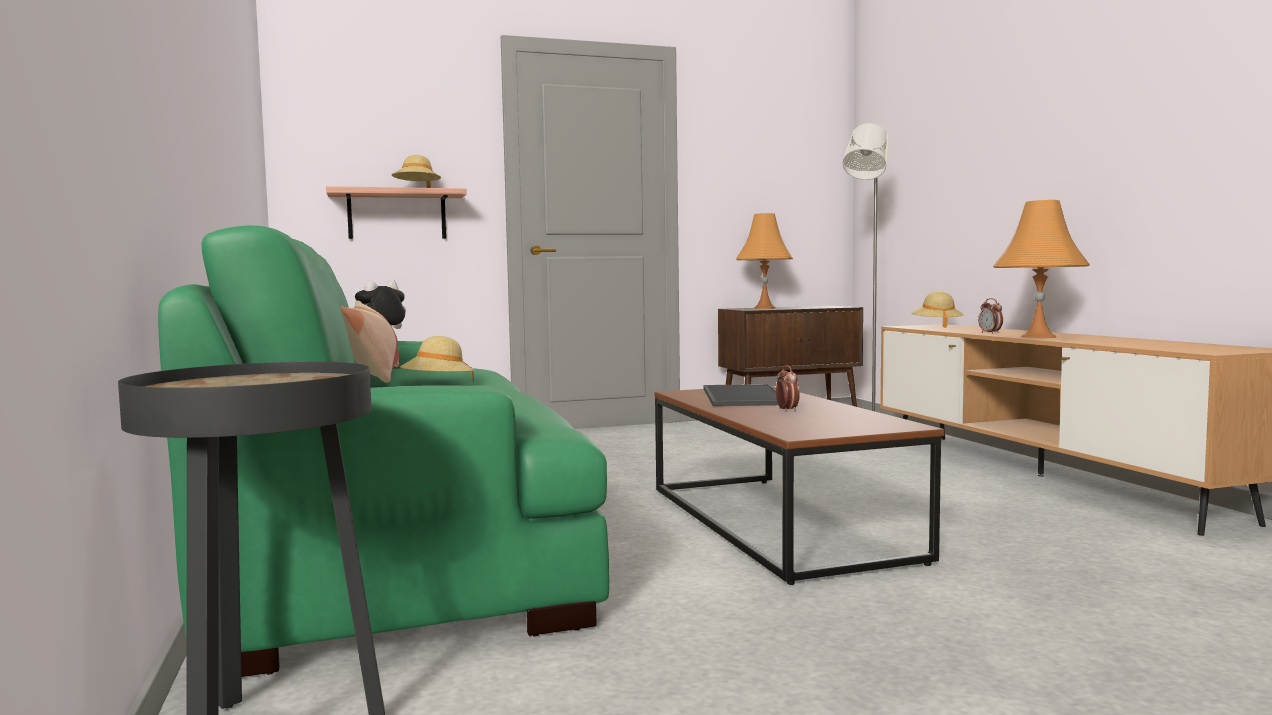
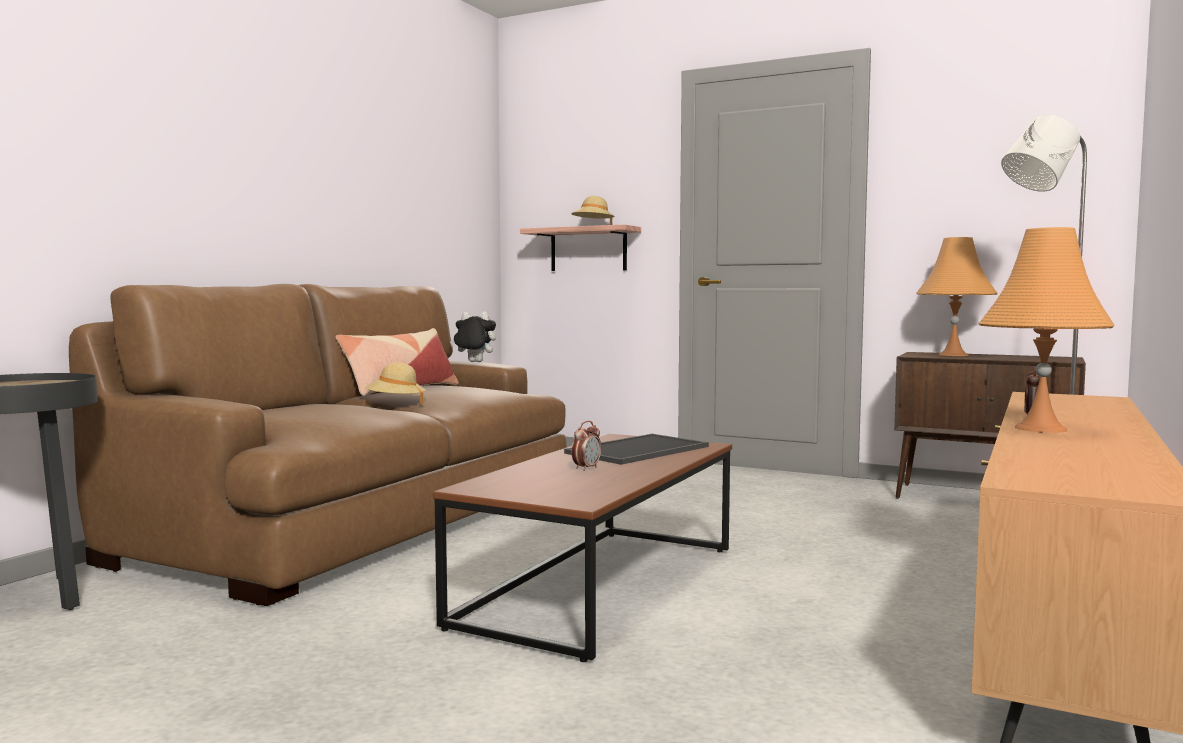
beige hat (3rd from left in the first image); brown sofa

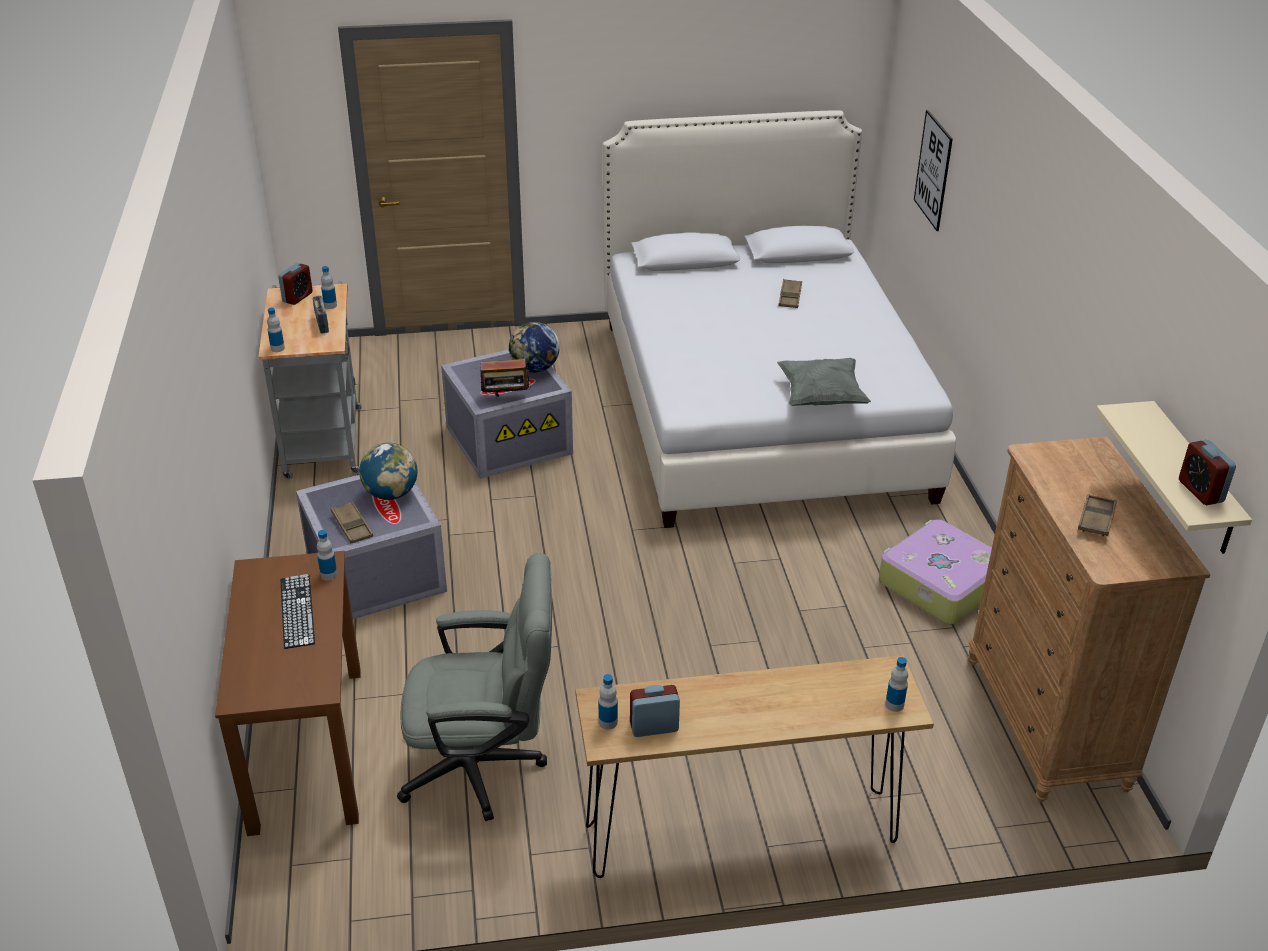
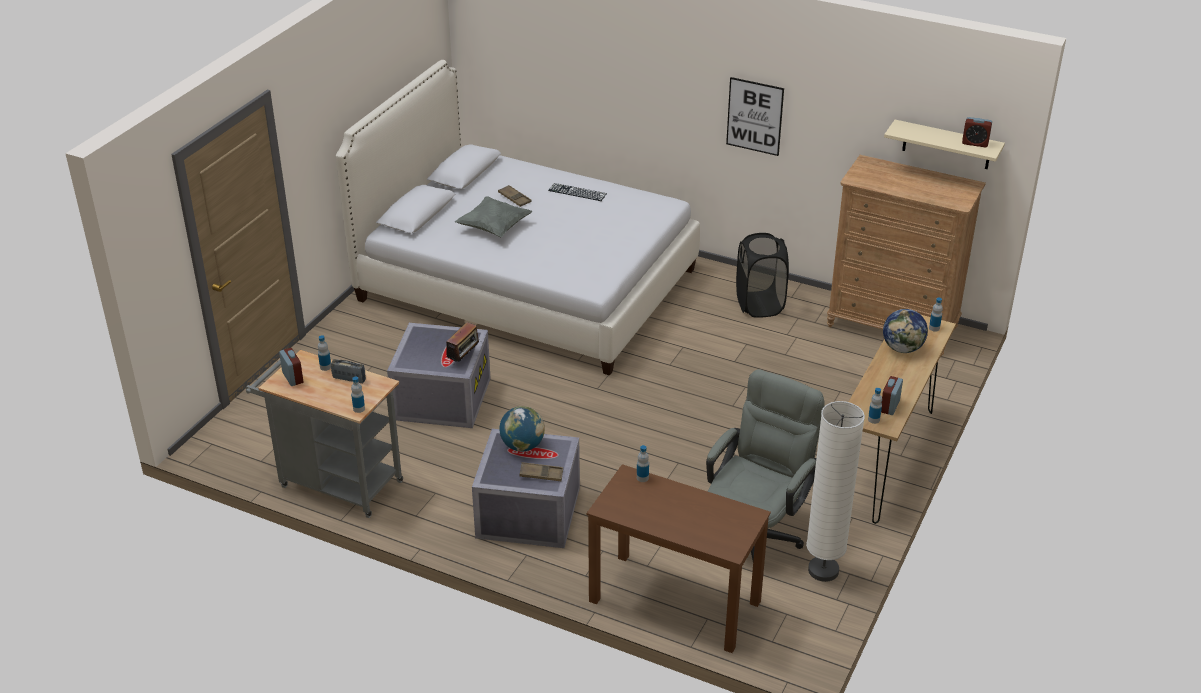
brown tray (3rd from left in the first image); whitish floor lamp; computer keyboard; globe (2nd from left); grey cushion; wall picture; black-coloured washing basket

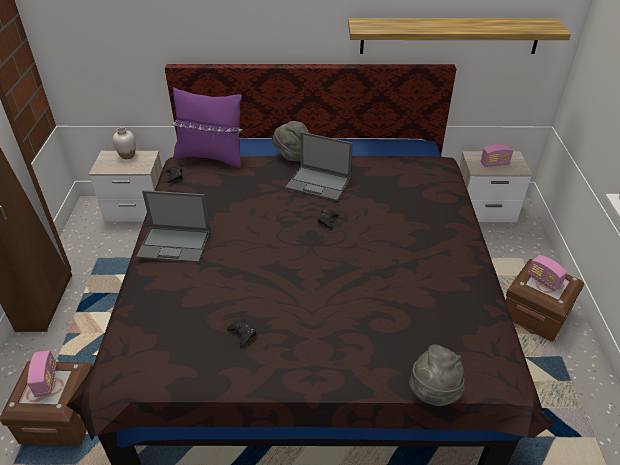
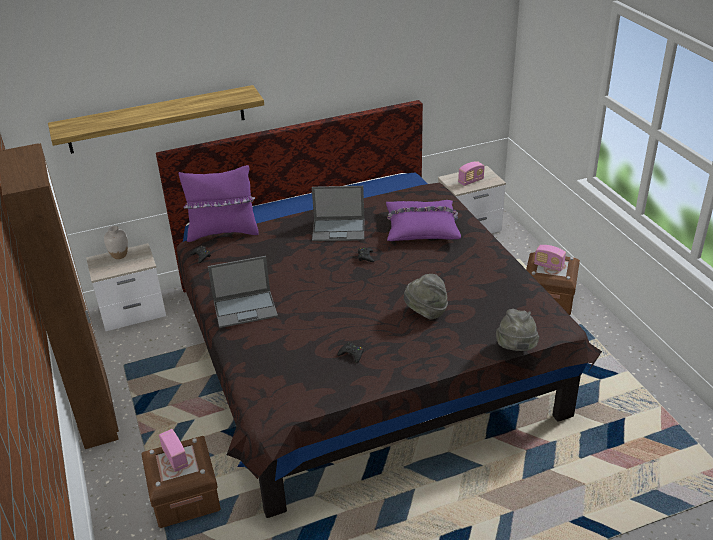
purplish cushion (2nd from left); grey hat (1st from left); wall shelf

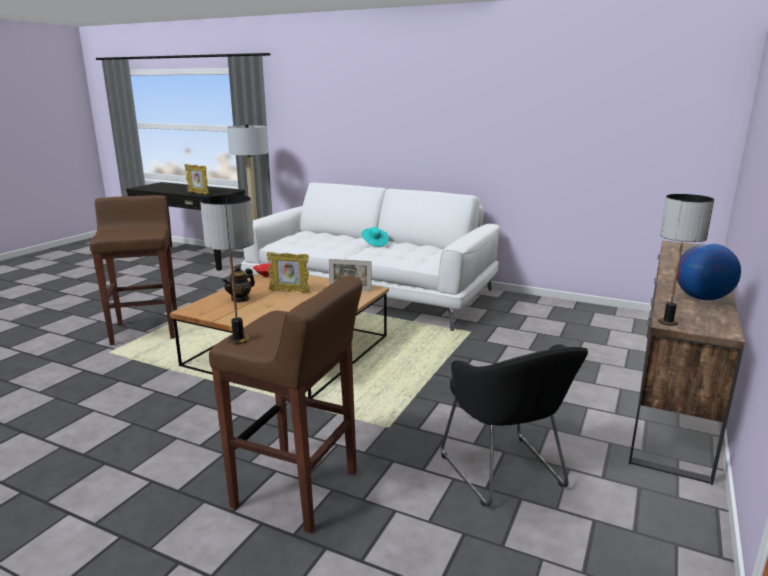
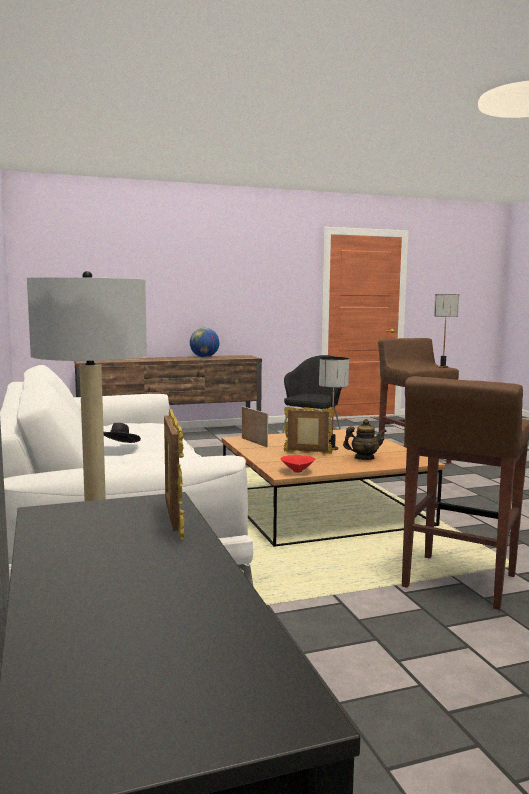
lamp for a table (1st from left); black-coloured hat; photo frame (3rd from left)

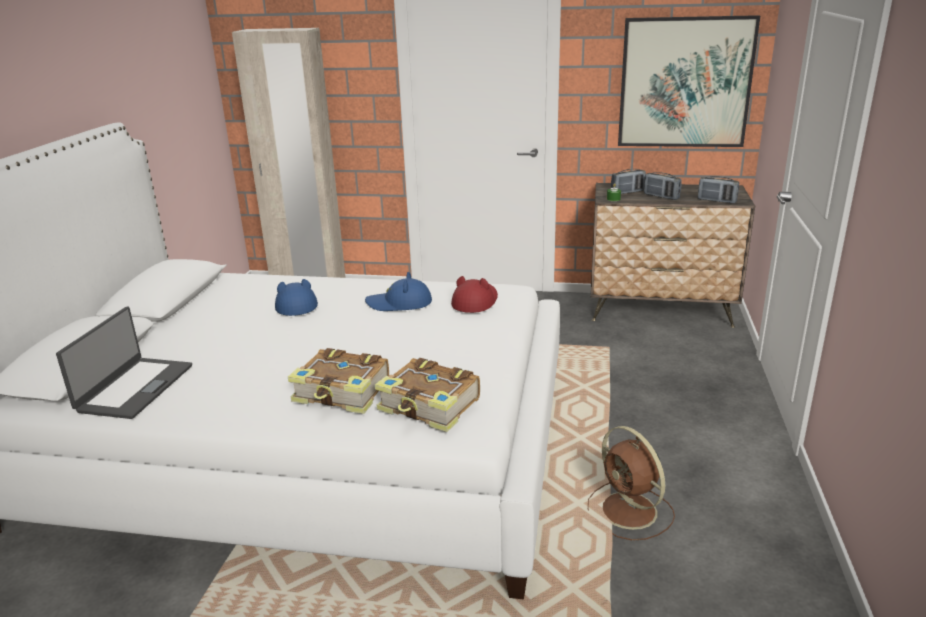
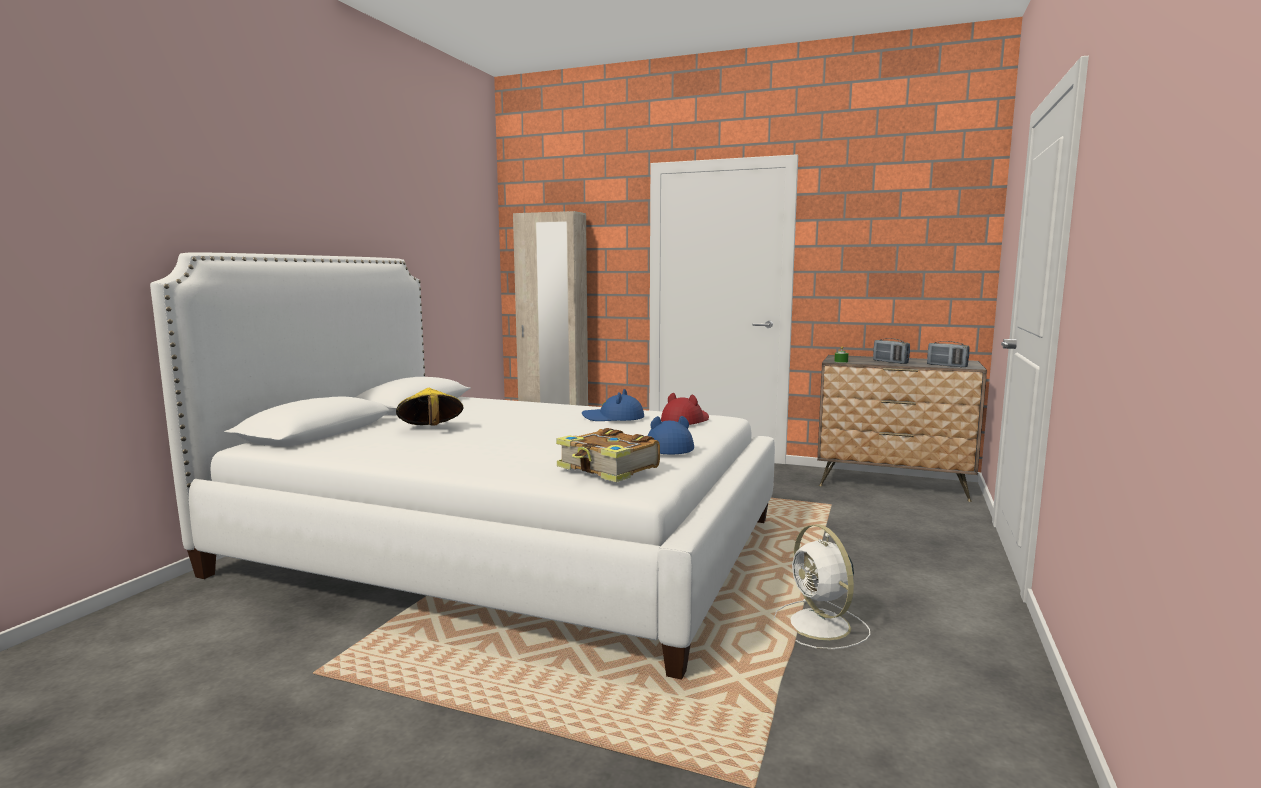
laptop; book (1st from left in the first image); radio receiver (1st from left in the first image); wall picture; yellow hat; blue-coloured hat (2nd from left); whitish electric fan

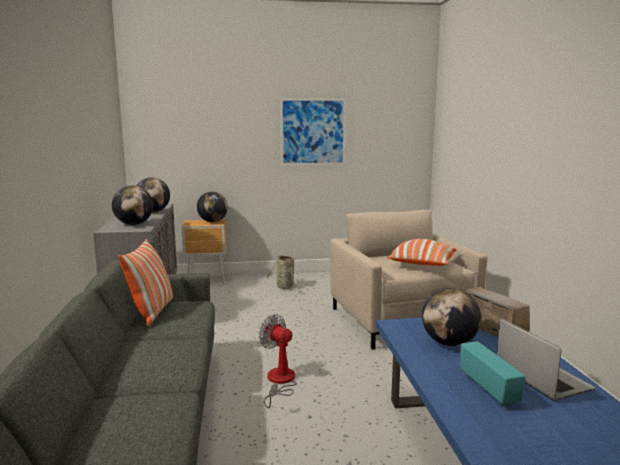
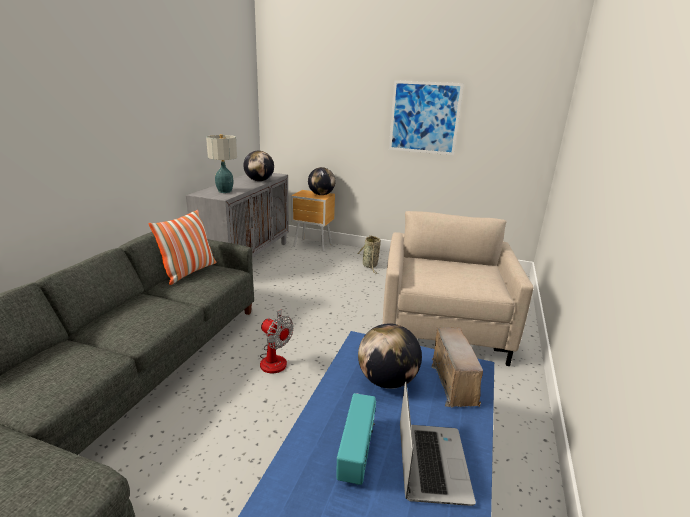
cushion (2nd from left in the first image); lamp for a table; electric fan

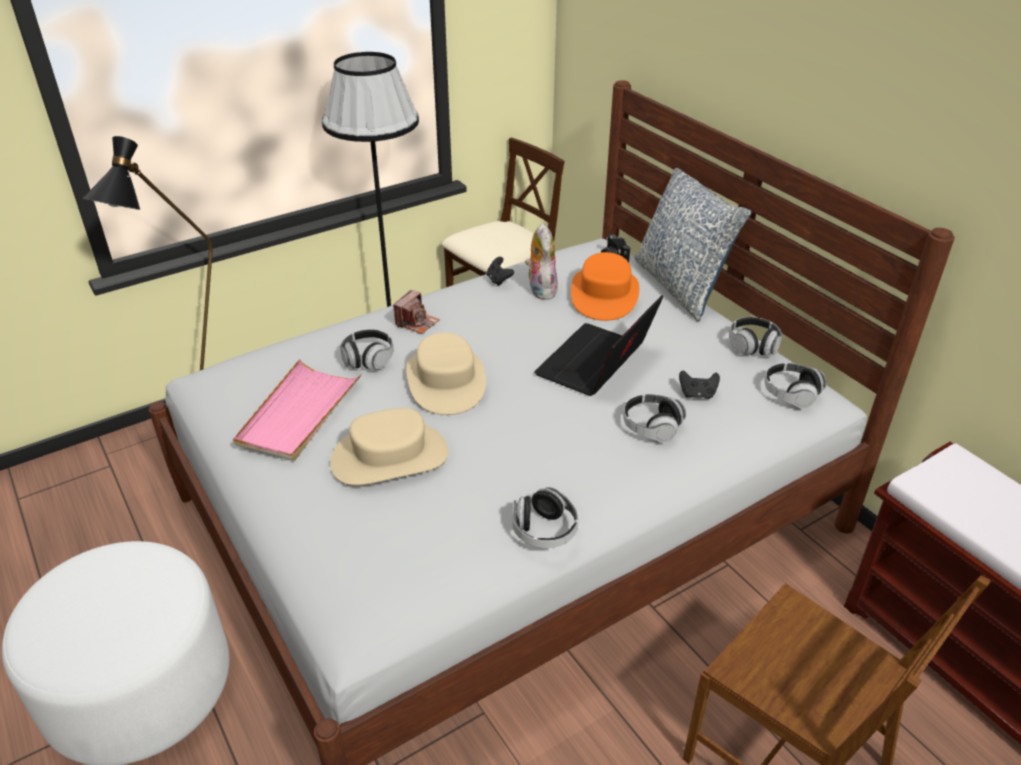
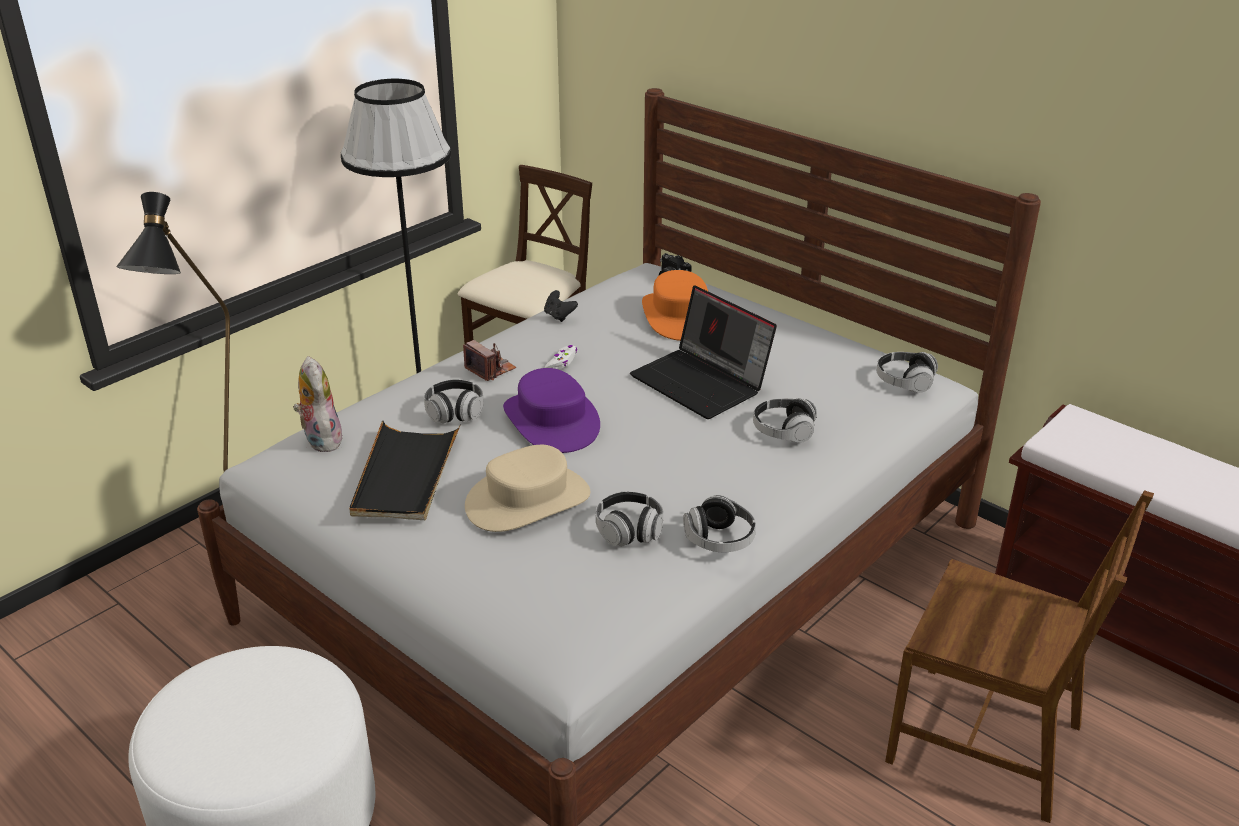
cushion; black-coloured game controller (2nd from left in the first image); whitish game controller; cuddly toy; headset (2nd from left); black-coloured tray; purplish hat; still camera (1st from left); laptop

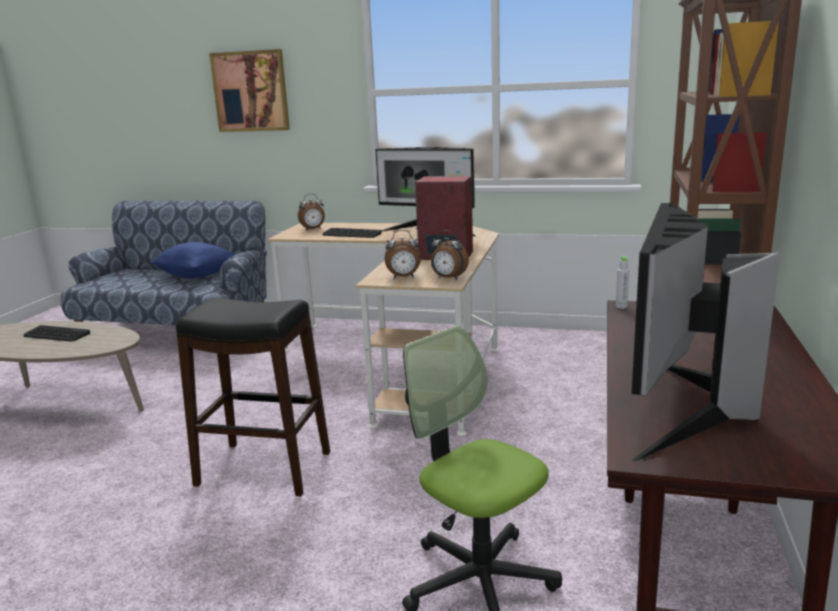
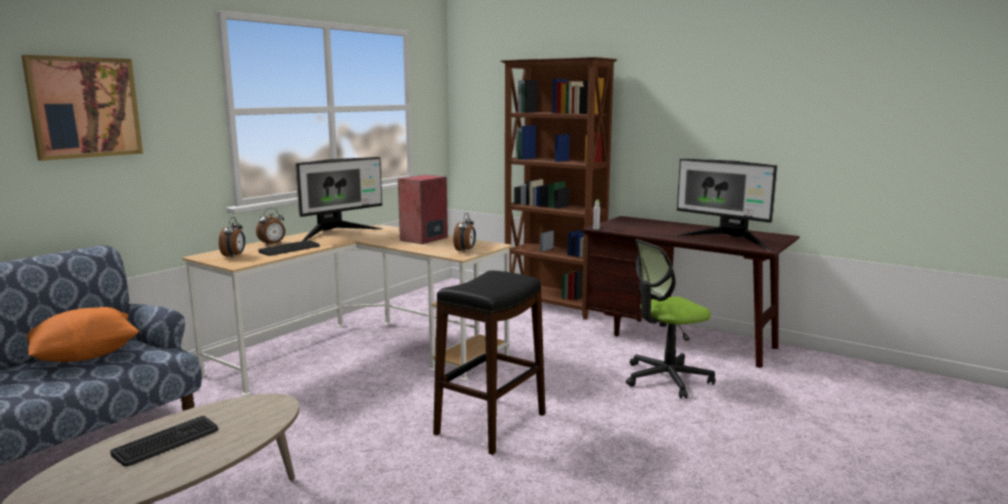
alarm clock (2nd from left); orange-coloured cushion

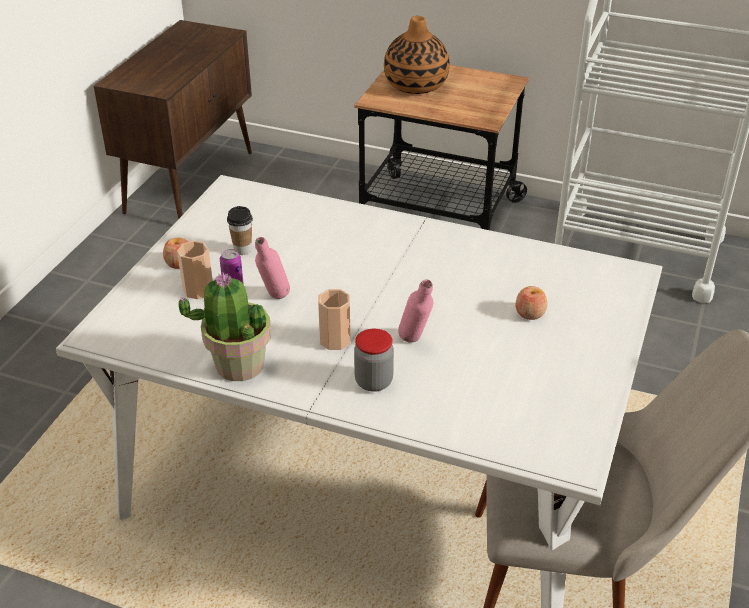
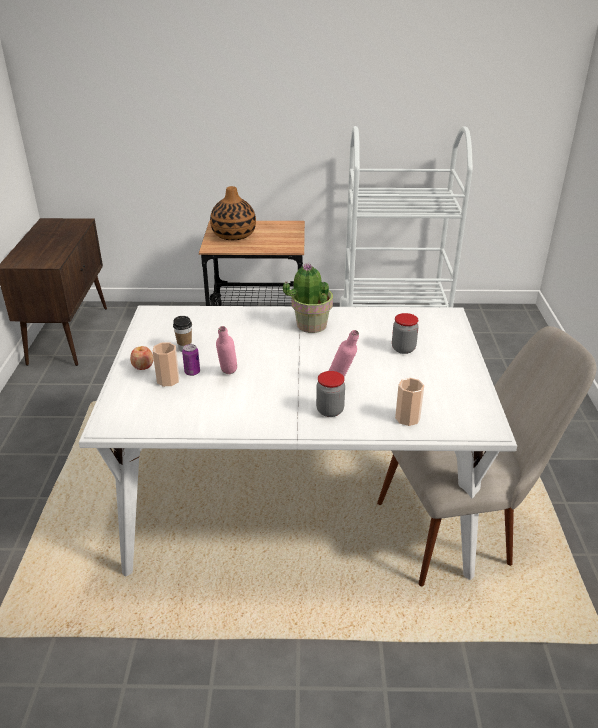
houseplant; cup (3rd from left); preserve jar (2nd from left)

